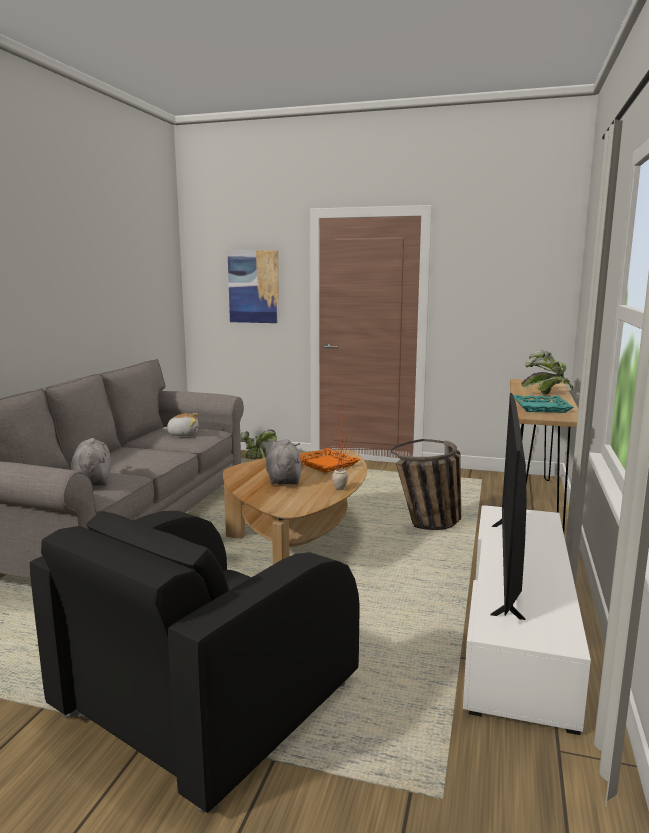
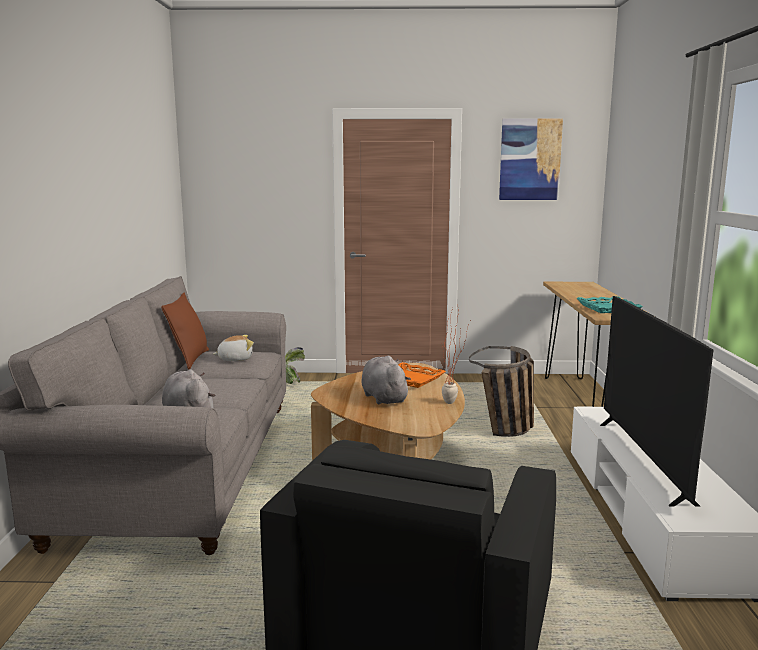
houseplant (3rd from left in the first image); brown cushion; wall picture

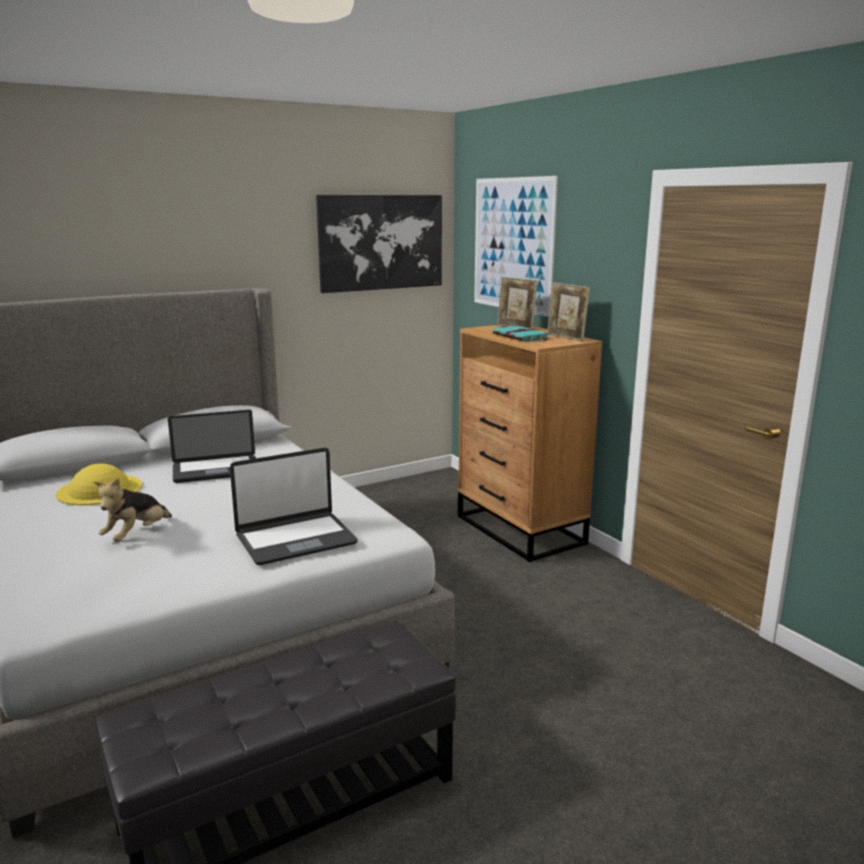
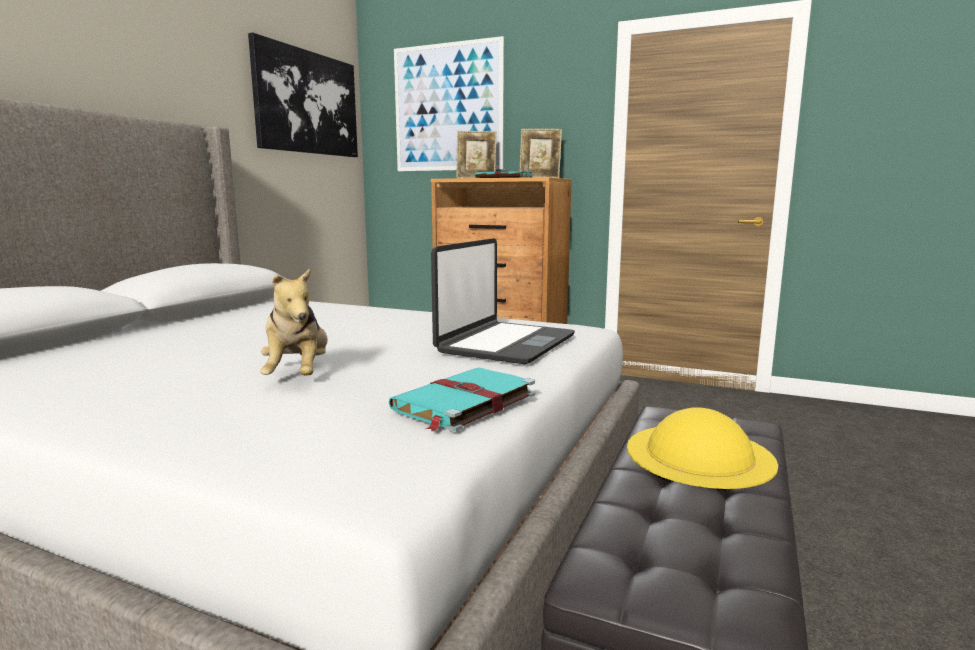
laptop (1st from left in the first image); blue-green book (1st from left); yellow hat

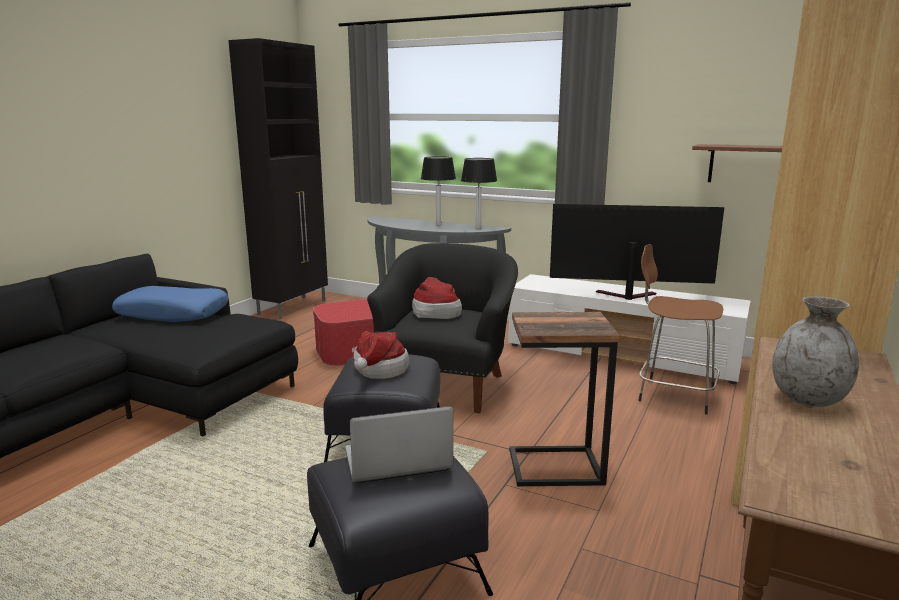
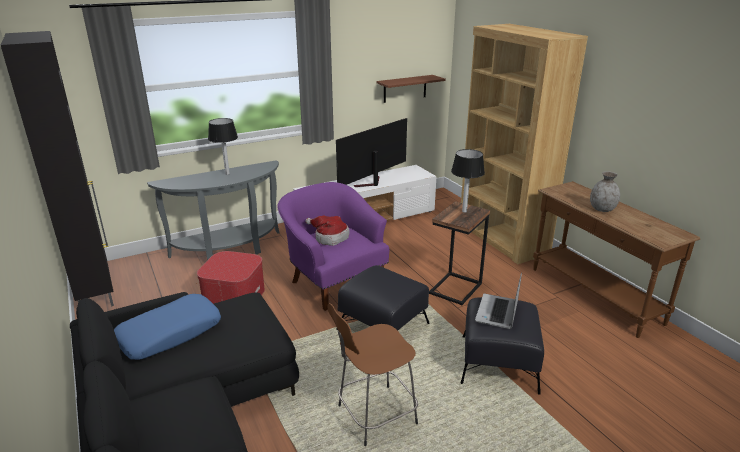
hat (1st from left in the first image); lamp for a table (2nd from left); brown stool; purplish lounge chair

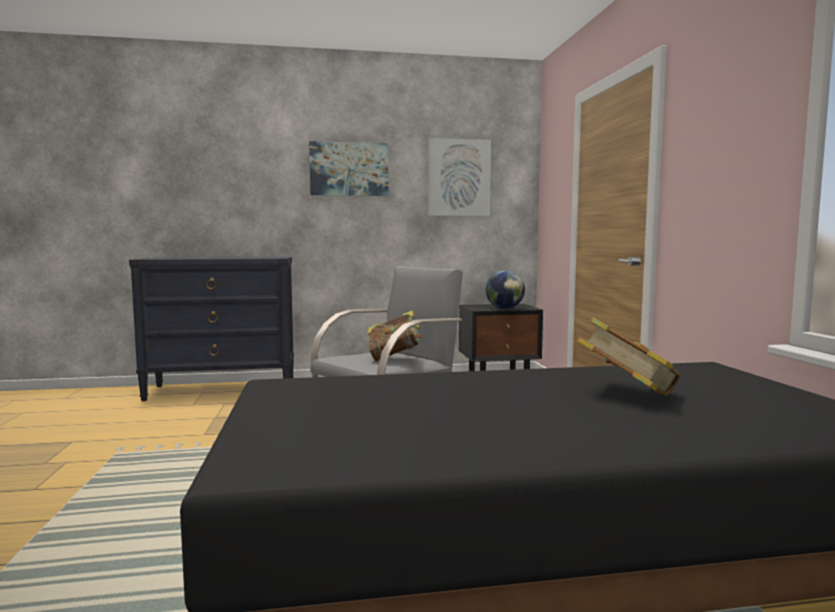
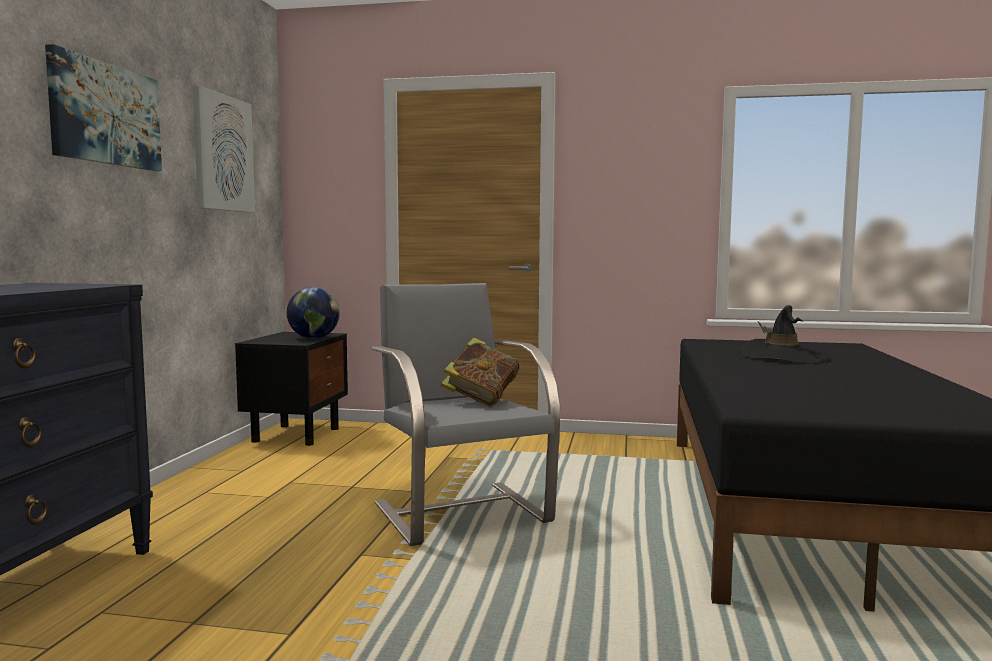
black-coloured hat

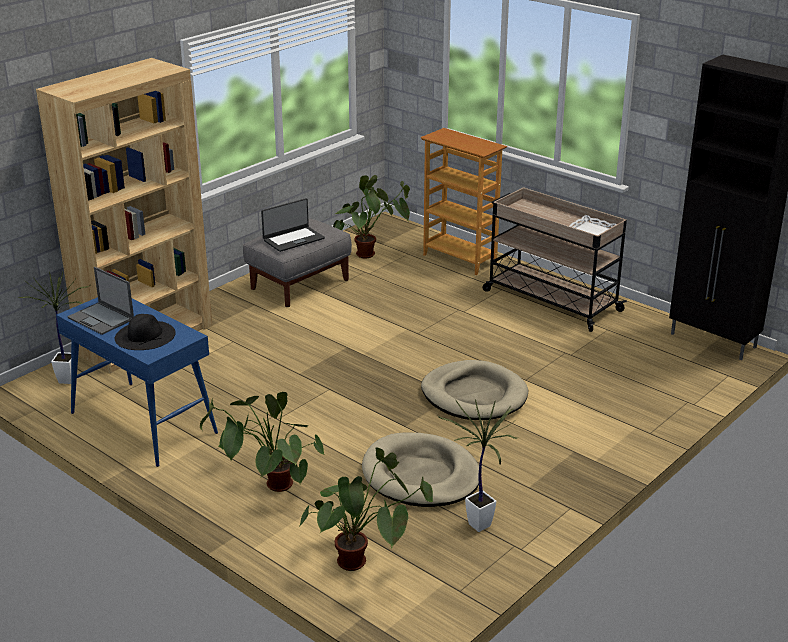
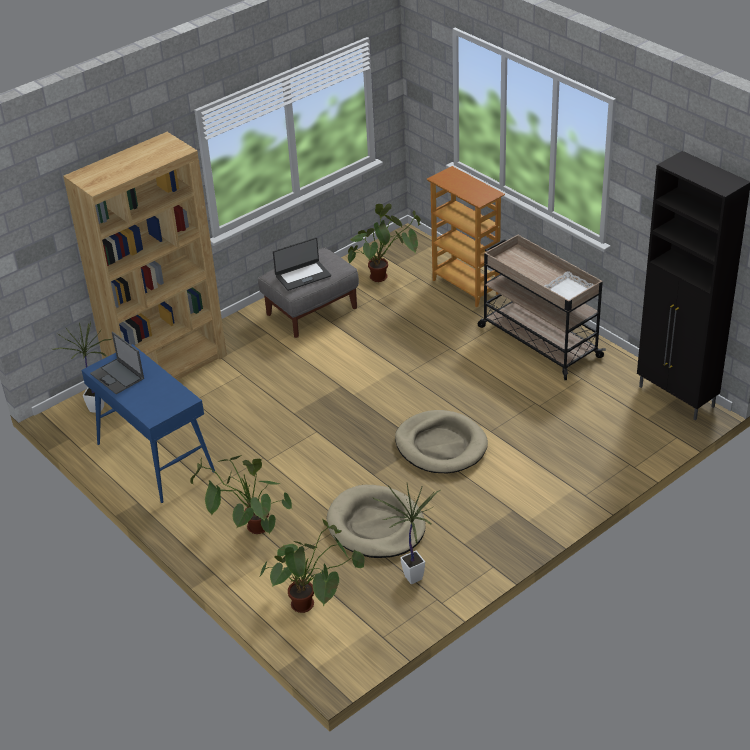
black-coloured hat

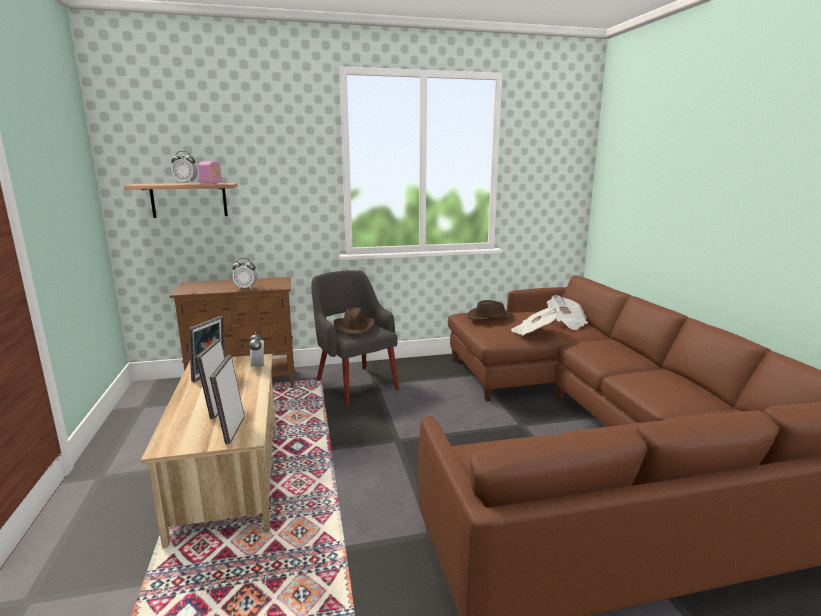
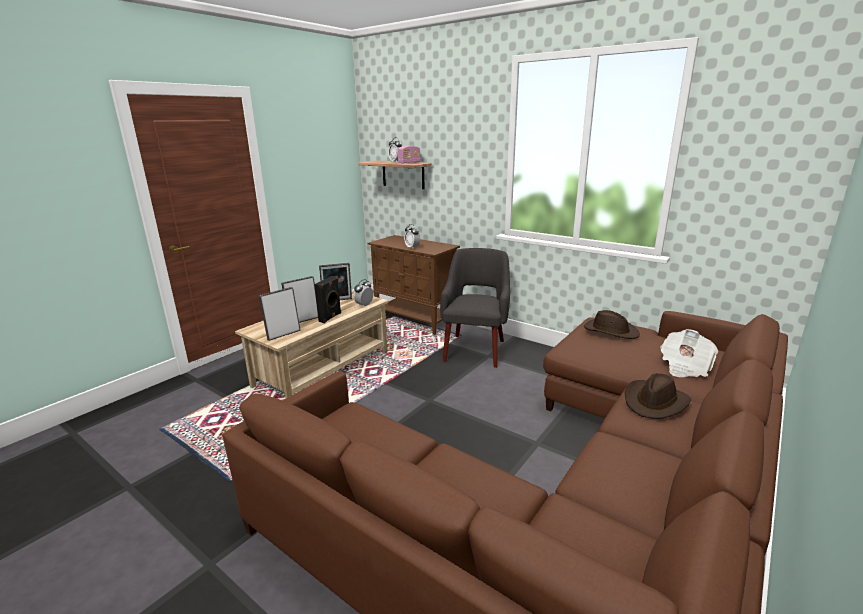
newspaper (1st from left in the first image); black-coloured audio speaker; brown hat (2nd from left)

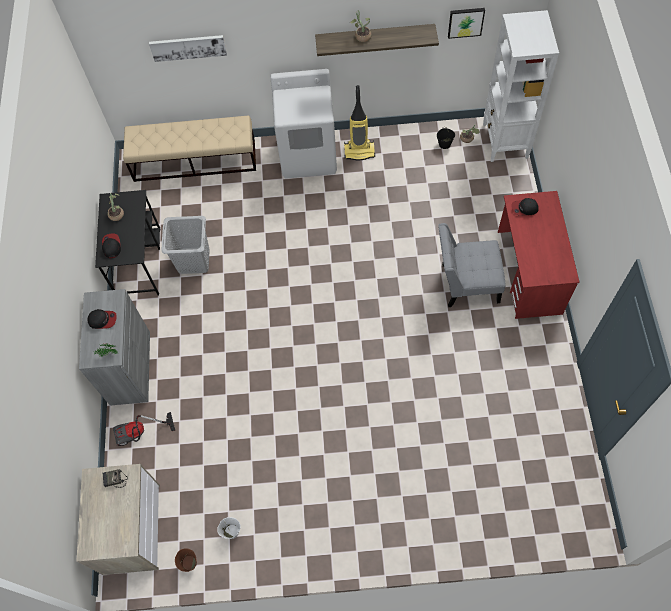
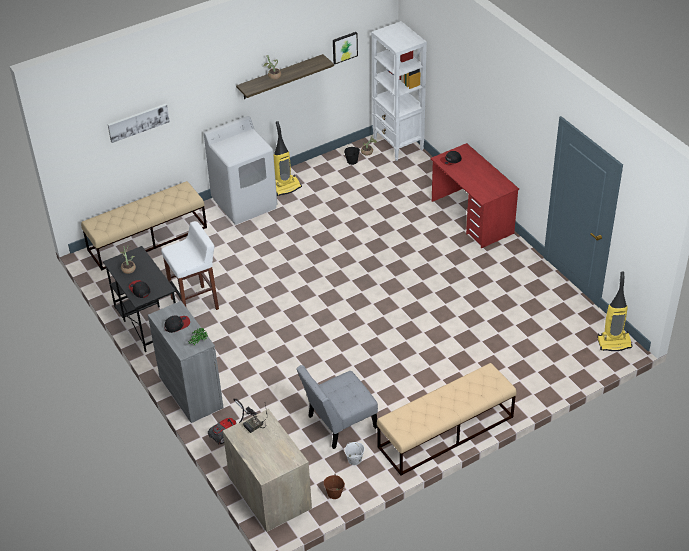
beige bench (2nd from left); vacuum (3rd from left); grey plain chair; whitish stool

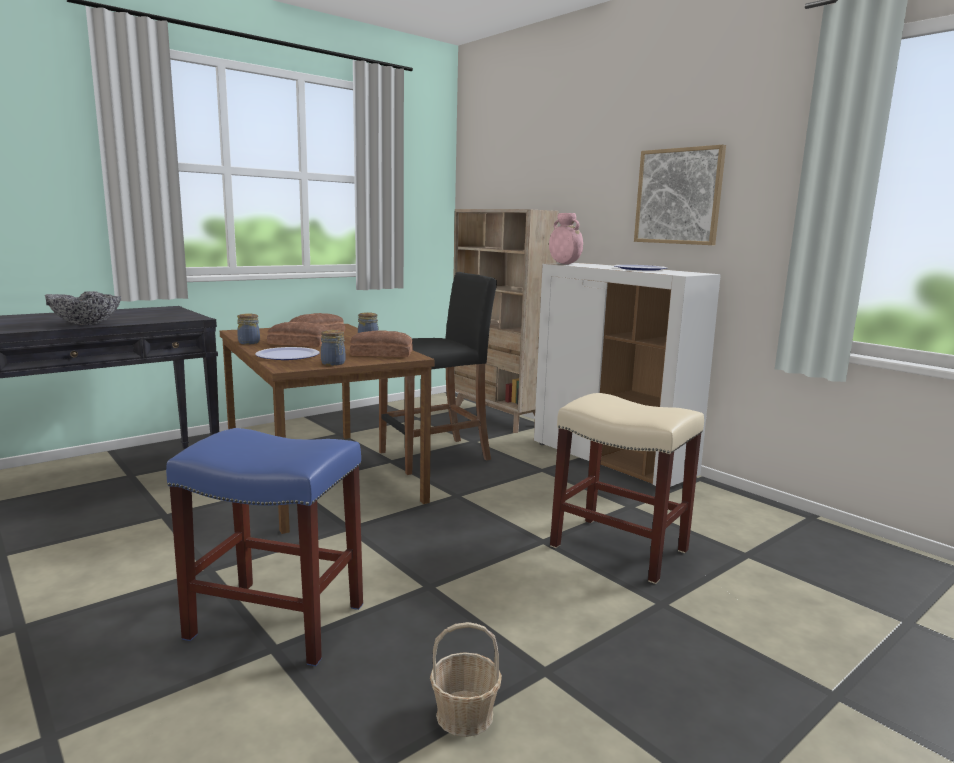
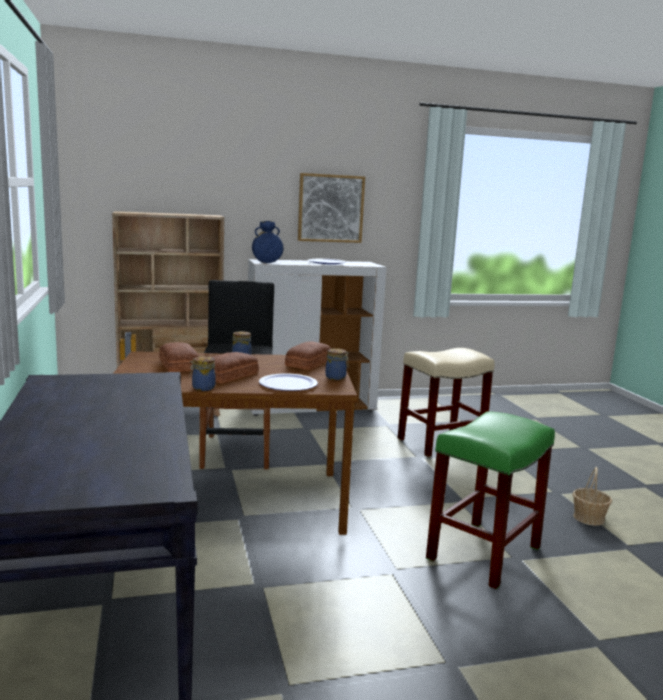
bowl; green-coloured stool; blue-coloured decorative vase

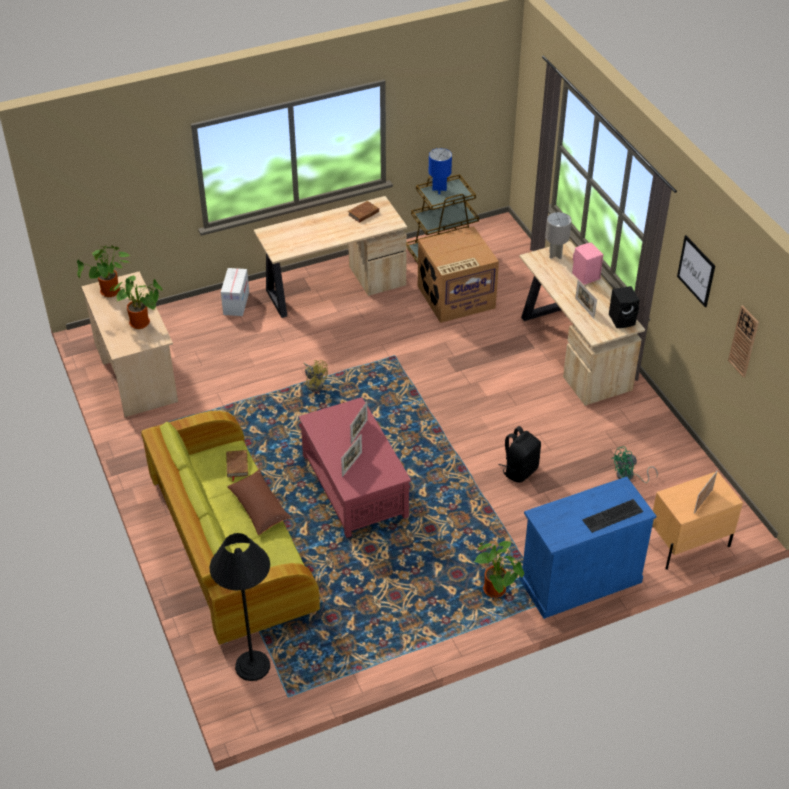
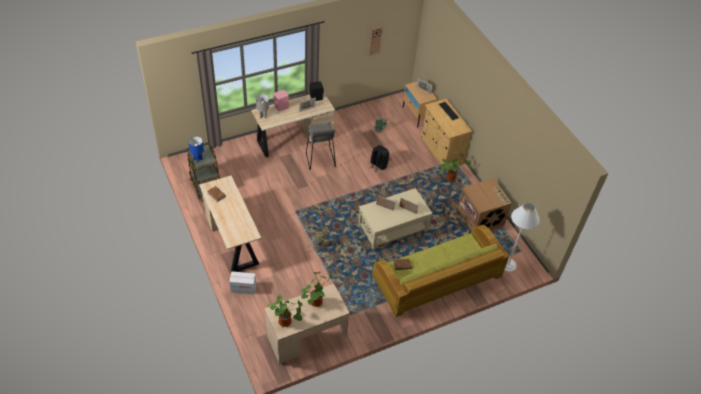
brown cushion; wall picture; grey stool; packing box (2nd from left); whitish floor lamp; beige lounge table; beige cabinet

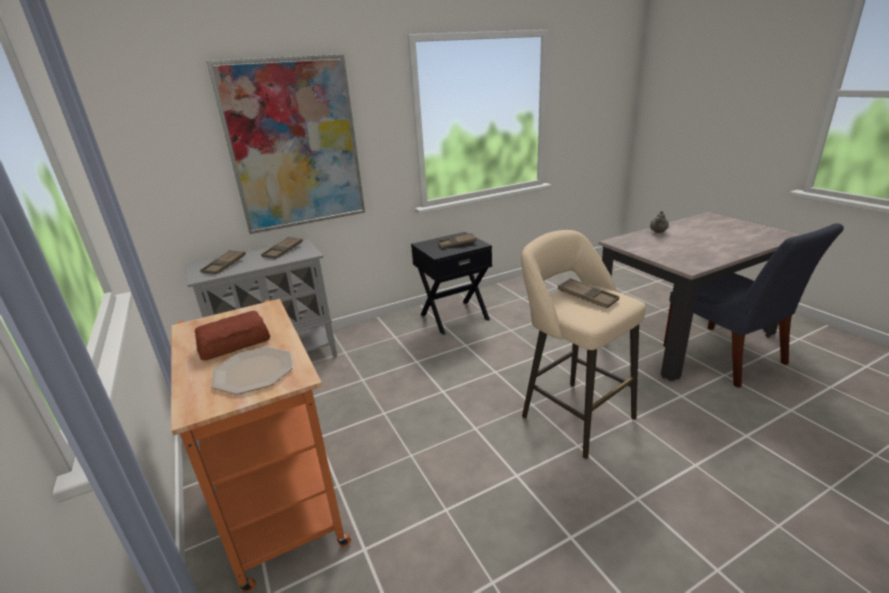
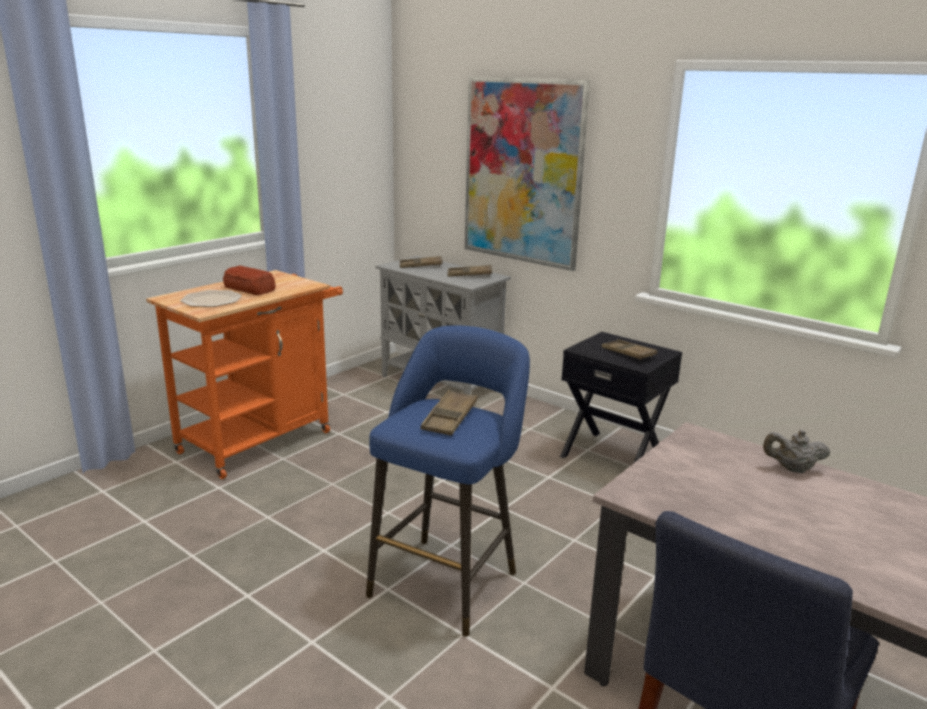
blue-coloured stool

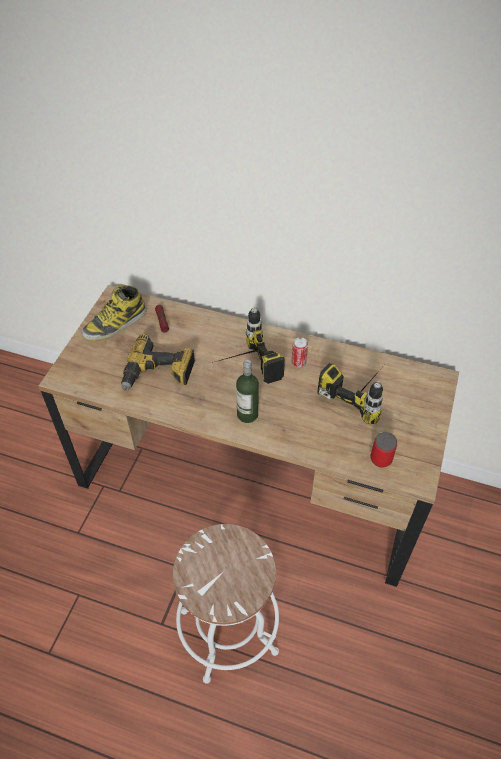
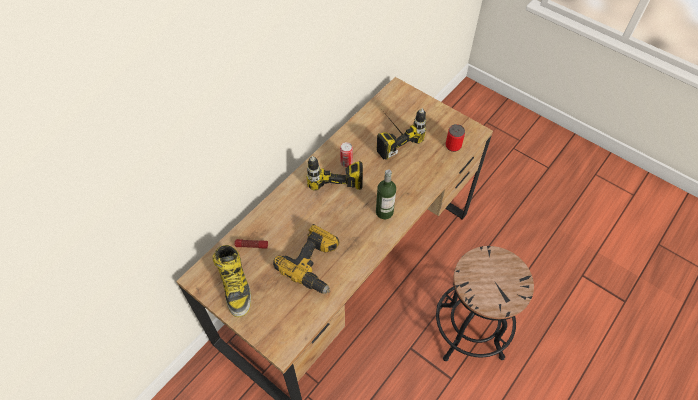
black-coloured stool

